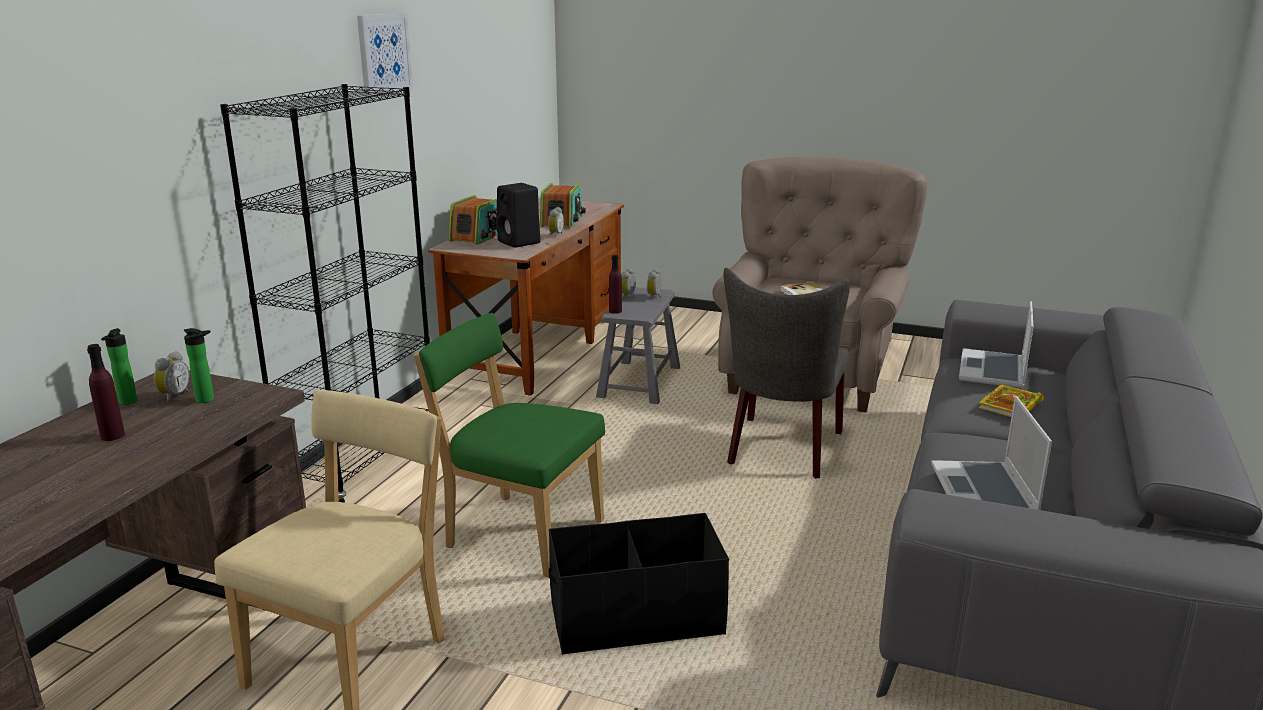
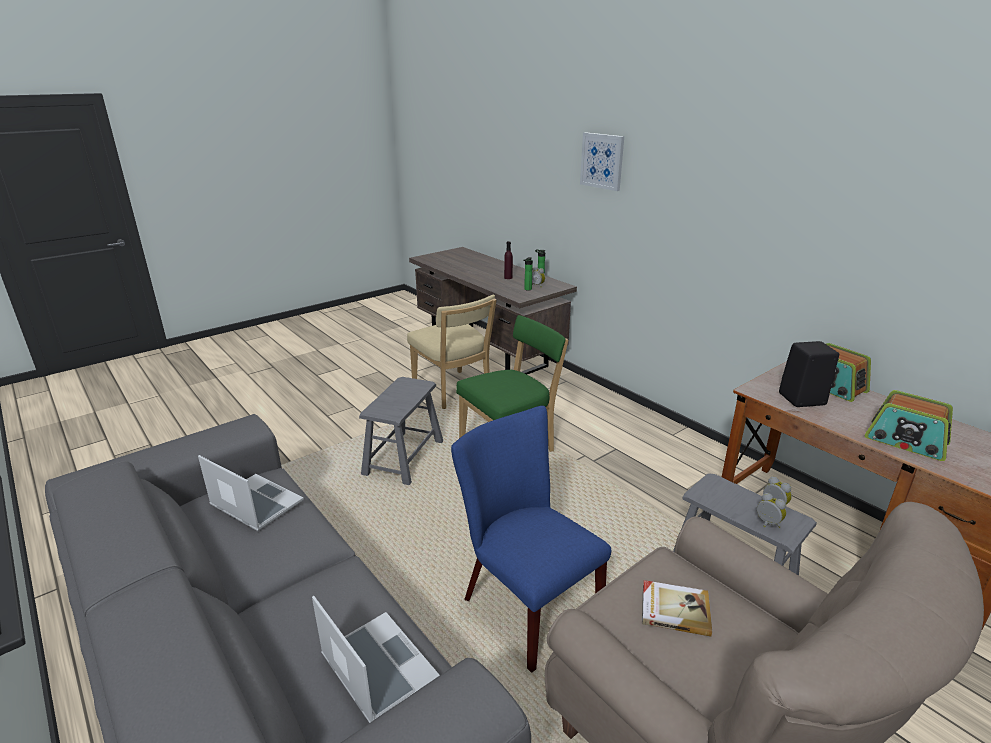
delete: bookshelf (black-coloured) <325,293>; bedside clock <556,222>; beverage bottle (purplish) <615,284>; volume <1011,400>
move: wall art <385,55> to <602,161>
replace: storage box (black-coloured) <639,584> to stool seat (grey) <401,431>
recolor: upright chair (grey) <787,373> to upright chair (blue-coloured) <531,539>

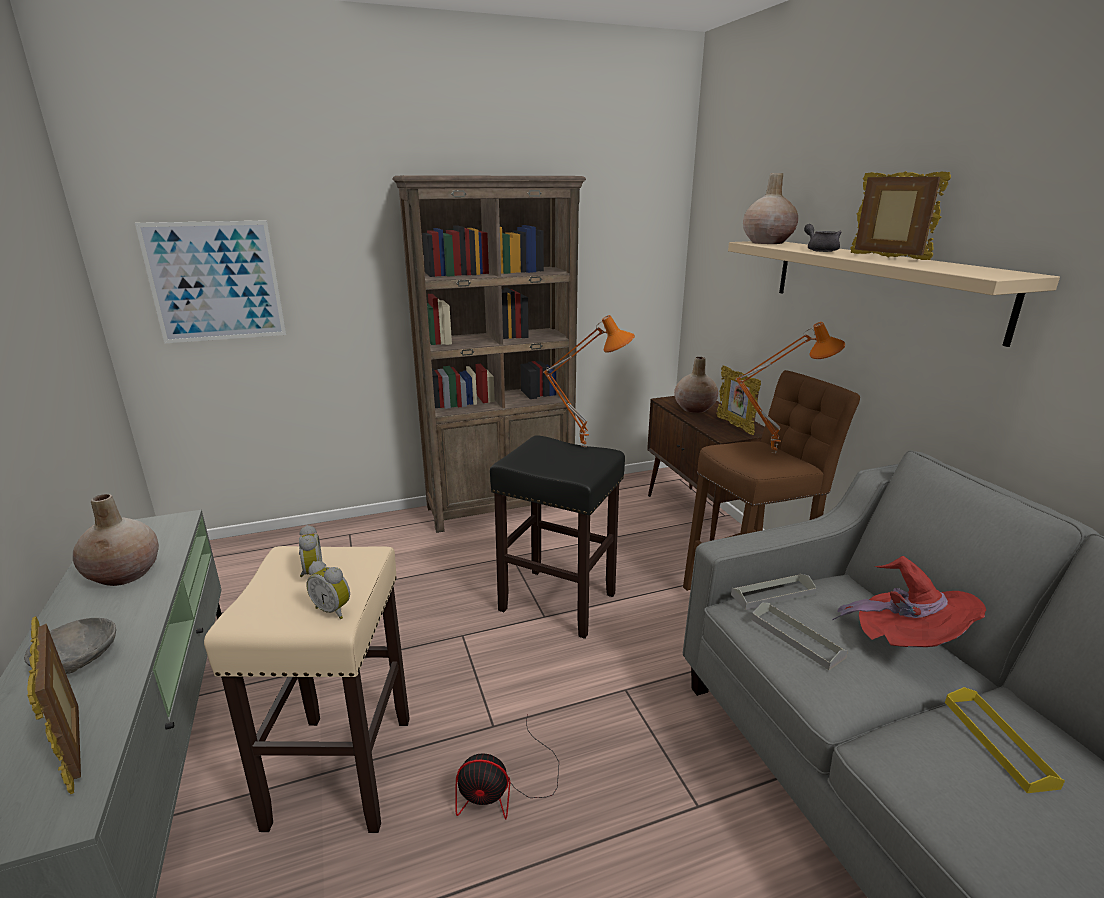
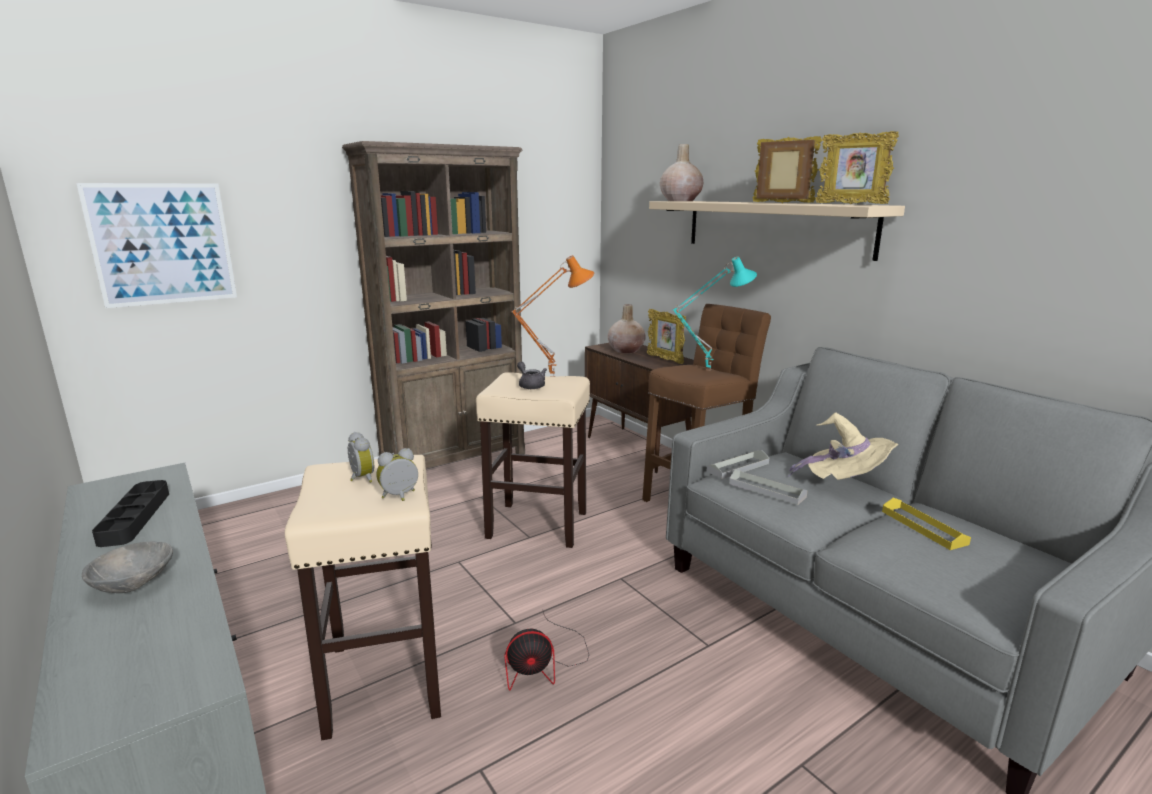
move: photo frame <54,705> to <857,167>; pot for tea (grey) <823,238> to <532,375>
replace: decorative vase (beige) <116,540> to tray (black-coloured) <130,513>
recolor: stool seat (black-coloured) <557,537> to stool seat (beige) <533,460>; tabletop lamp (orangey) <790,388> to tabletop lamp (turquoise-coloured) <715,313>; hat (reddish) <909,601> to hat (beige) <843,446>
rotate: bedside clock <328,590> = <397,474> 135 degrees clockwise

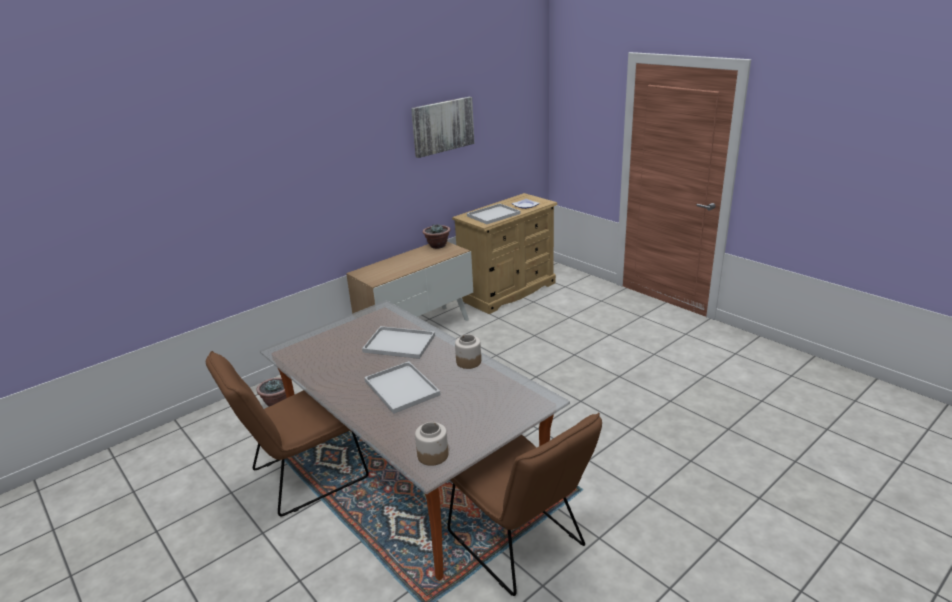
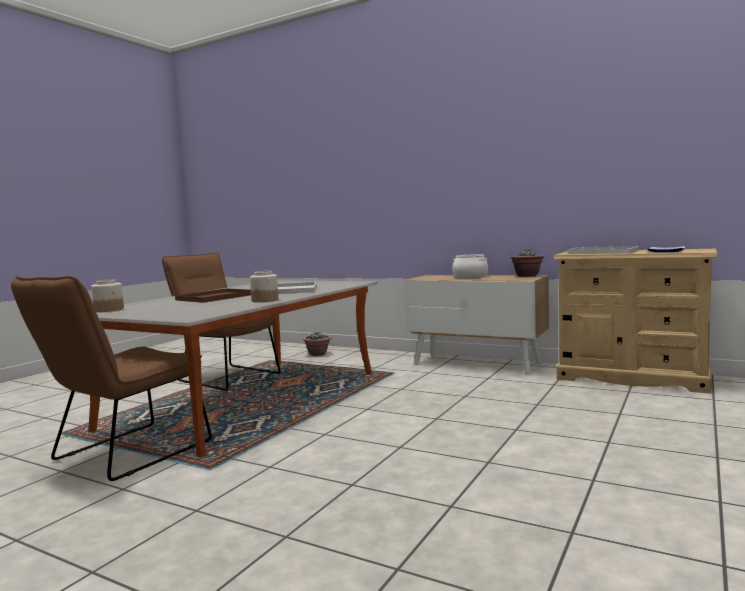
delete: wall art <442,127>
insert: cooking pot <470,266>
recolor: tray (whitish) <402,387> to tray (brown) <213,295>

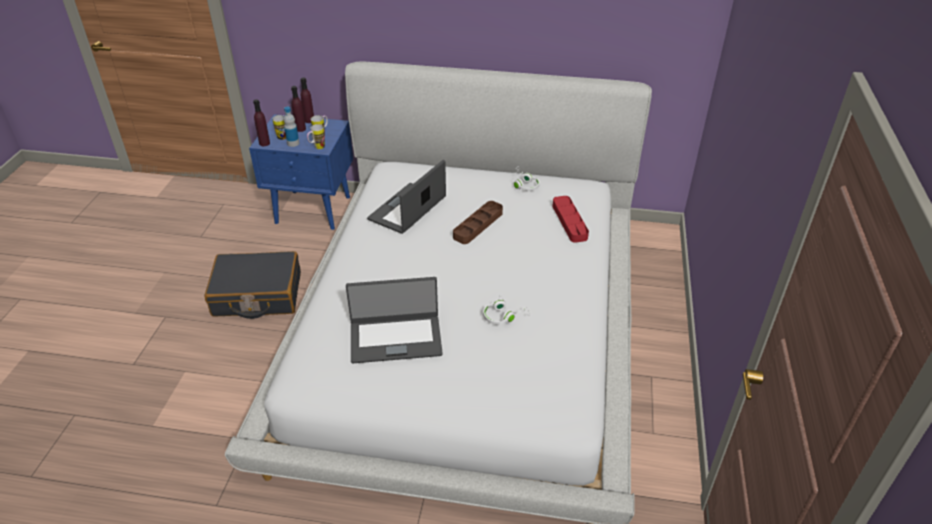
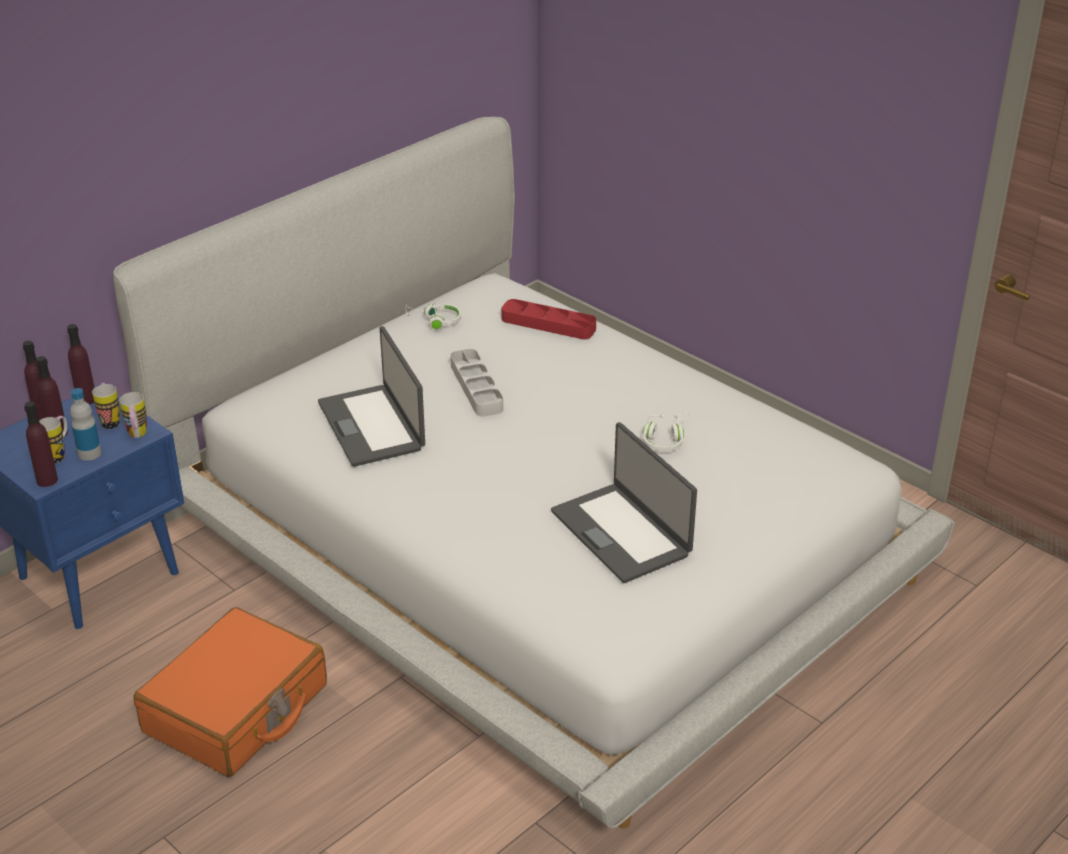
insert: beverage bottle (purplish) <81,364>
recolor: suitcase (black-coloured) <253,285> to suitcase (orangey) <230,692>; tray (brown) <478,222> to tray (grey) <476,383>
rotate: laptop <394,320> = <624,502> 120 degrees clockwise

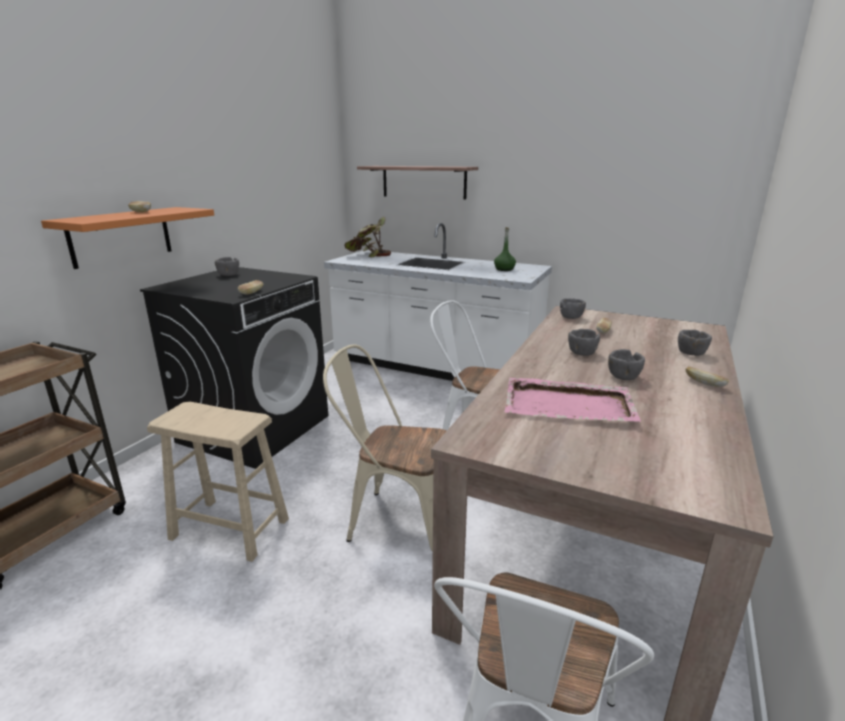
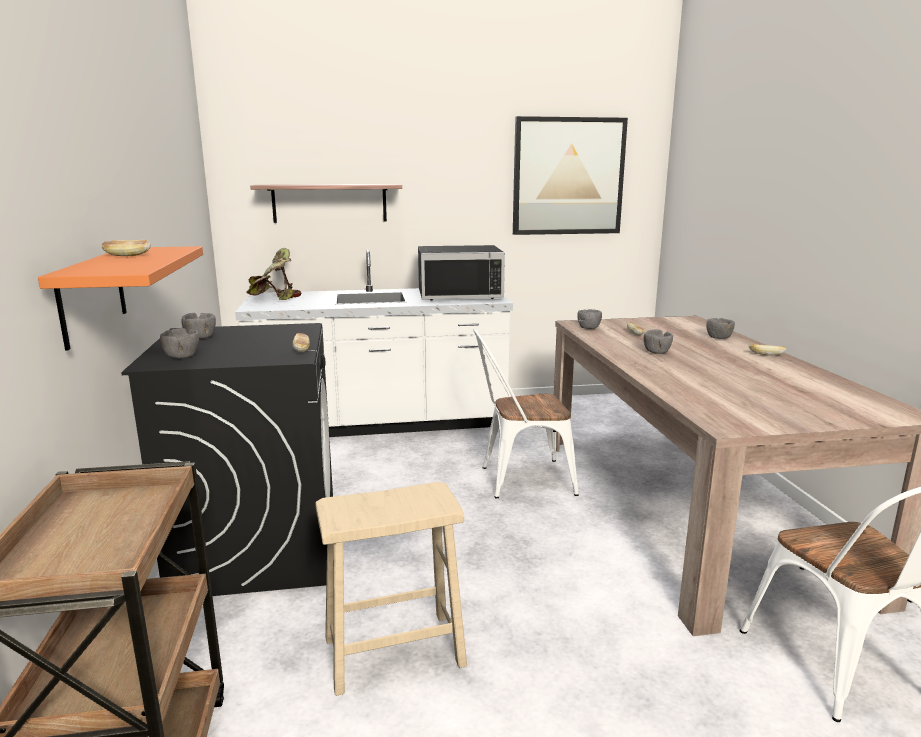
delete: upright chair (beige) <384,448>; tray (pink-coloured) <572,400>
insert: wall art <570,175>
move: serving bowl (grey) <626,364> to <179,343>
replace: beverage bottle (green-coloured) <505,249> to microwave (black-coloured) <461,273>

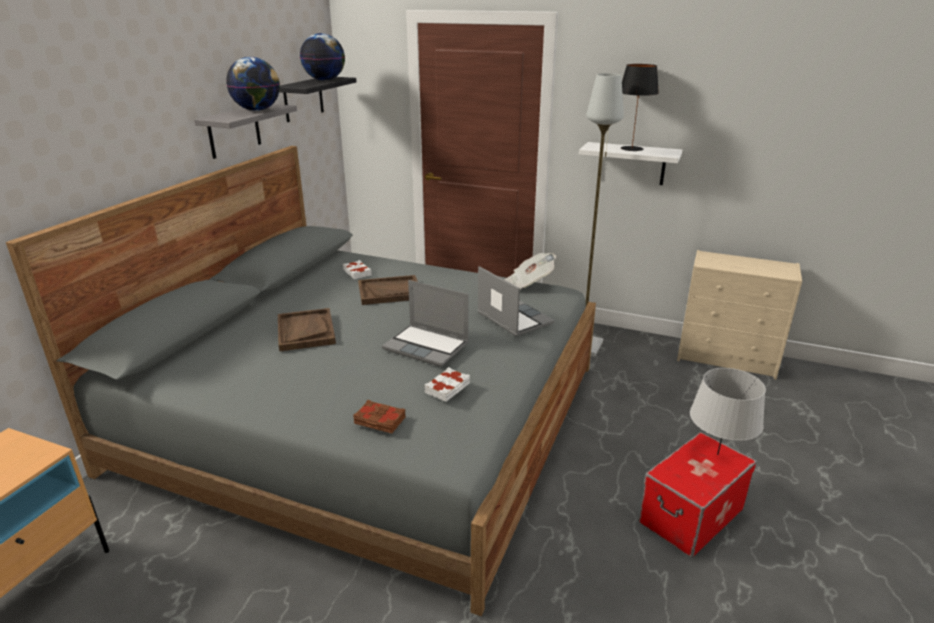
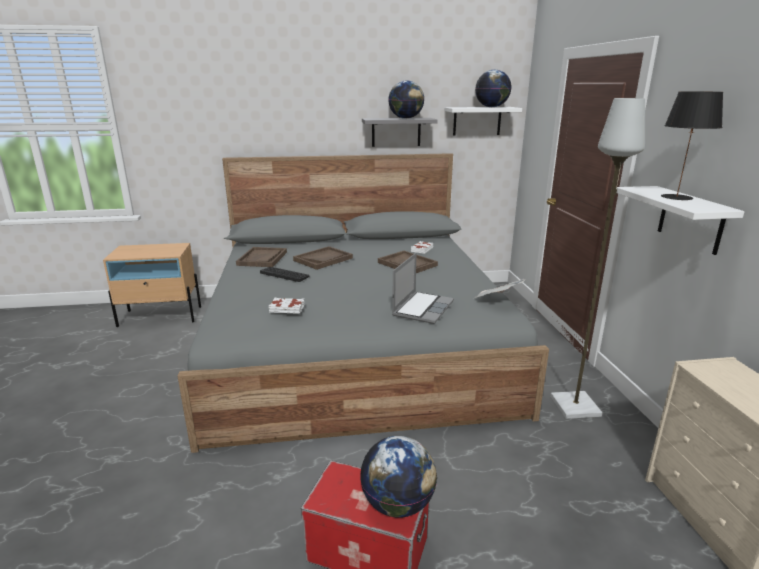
delete: volume (brown) <379,416>; laptop <425,323>
insert: tray (brown) <261,257>; computer keyboard <285,274>
replace: tabletop lamp (grey) <728,411> to world globe <398,477>
recolor: wall shelf (black-coloured) <317,99> to wall shelf (whitish) <483,121>

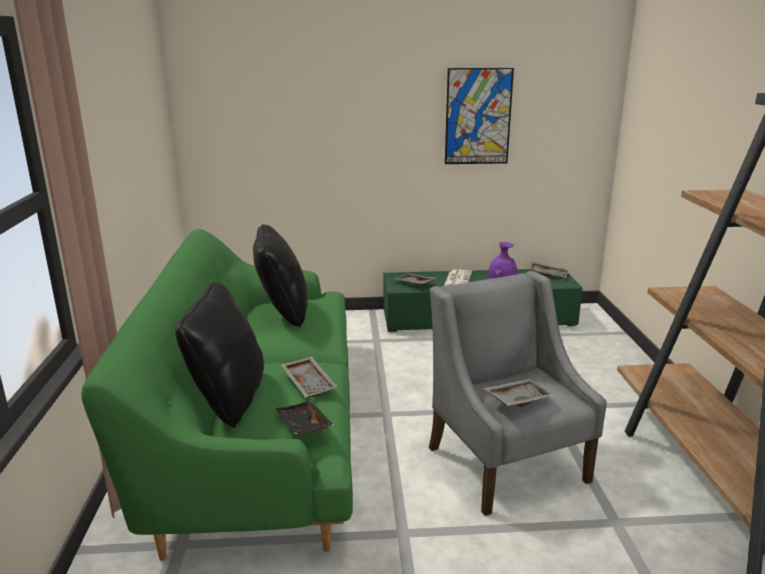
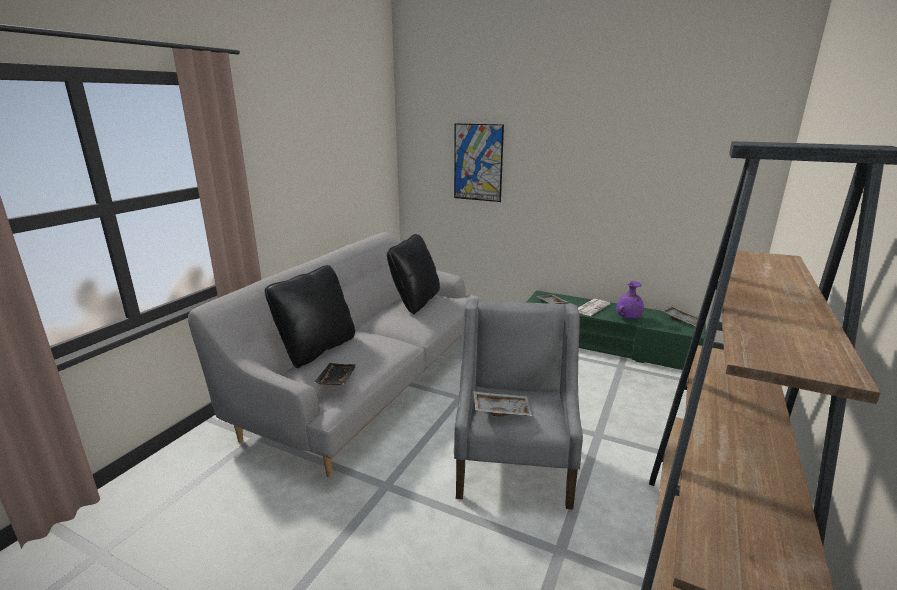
delete: tray (grey) <309,377>
move: wall art <479,116> to <479,162>
recolor: sofa (green-coloured) <217,395> to sofa (grey) <335,354>

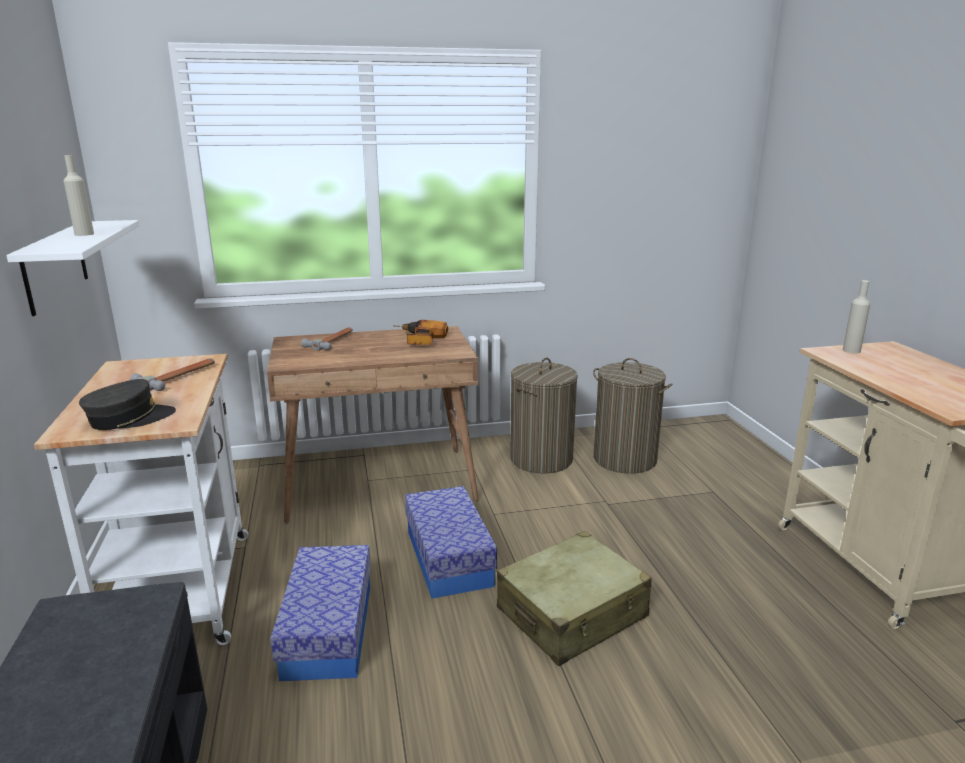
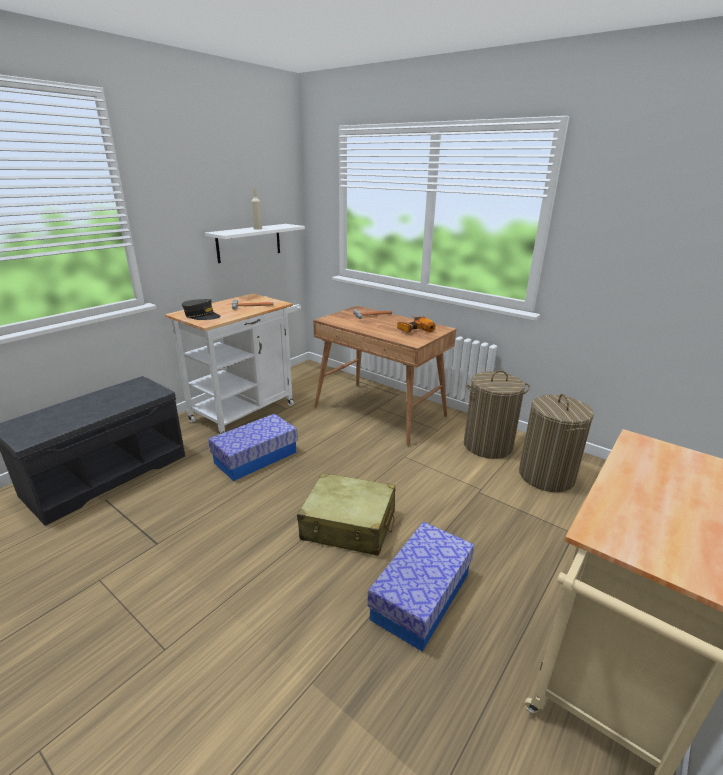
delete: beverage bottle (beige) <856,316>
move: storage box <451,542> to <420,587>

